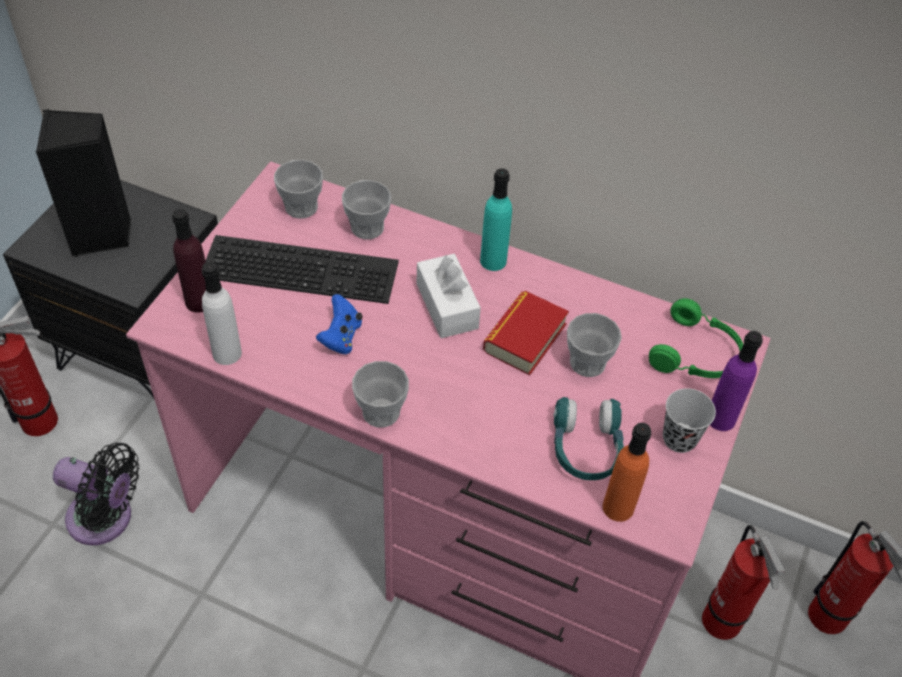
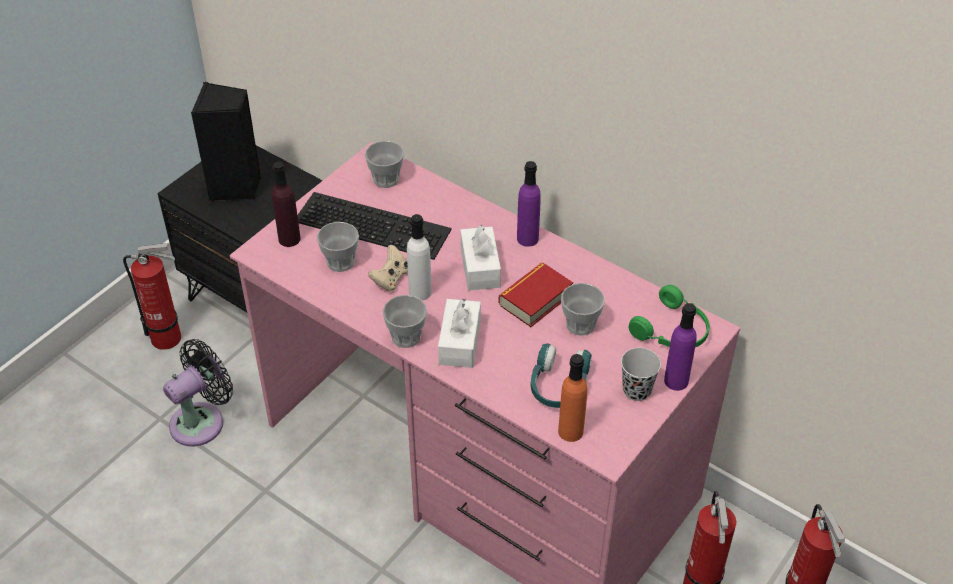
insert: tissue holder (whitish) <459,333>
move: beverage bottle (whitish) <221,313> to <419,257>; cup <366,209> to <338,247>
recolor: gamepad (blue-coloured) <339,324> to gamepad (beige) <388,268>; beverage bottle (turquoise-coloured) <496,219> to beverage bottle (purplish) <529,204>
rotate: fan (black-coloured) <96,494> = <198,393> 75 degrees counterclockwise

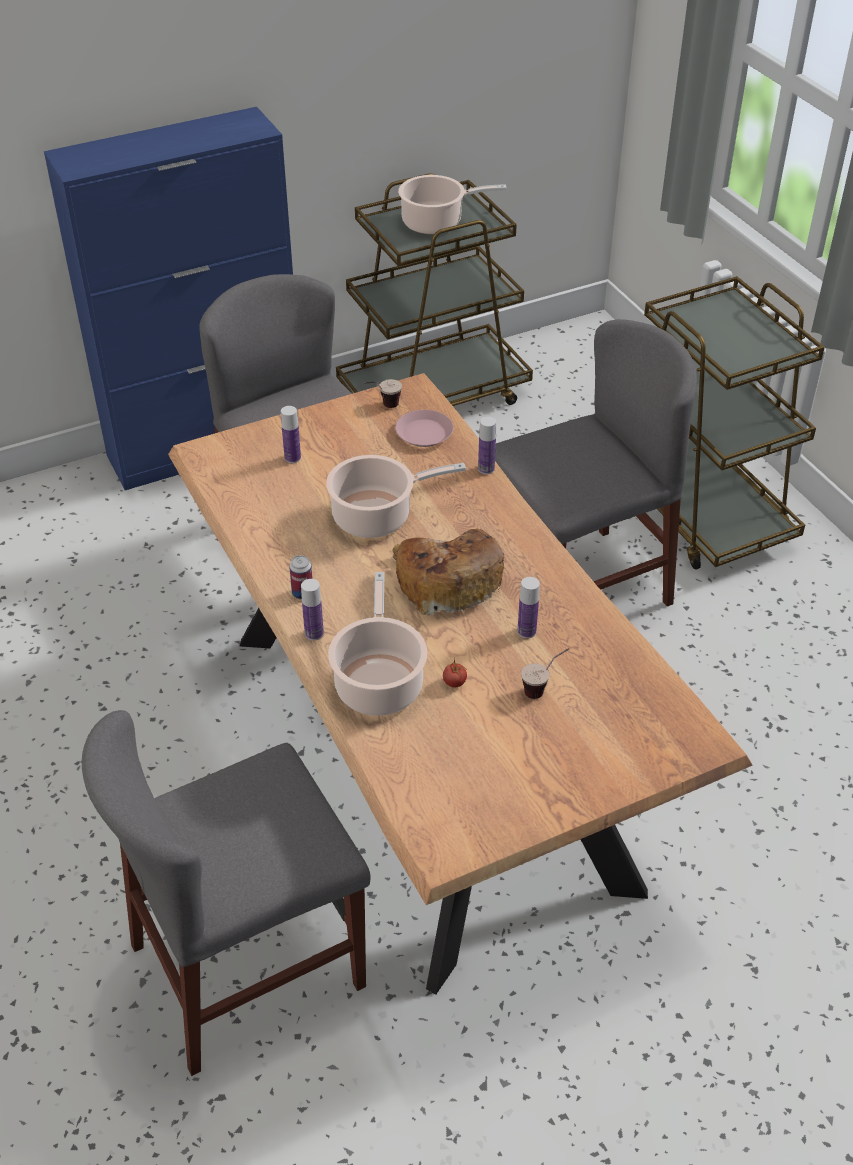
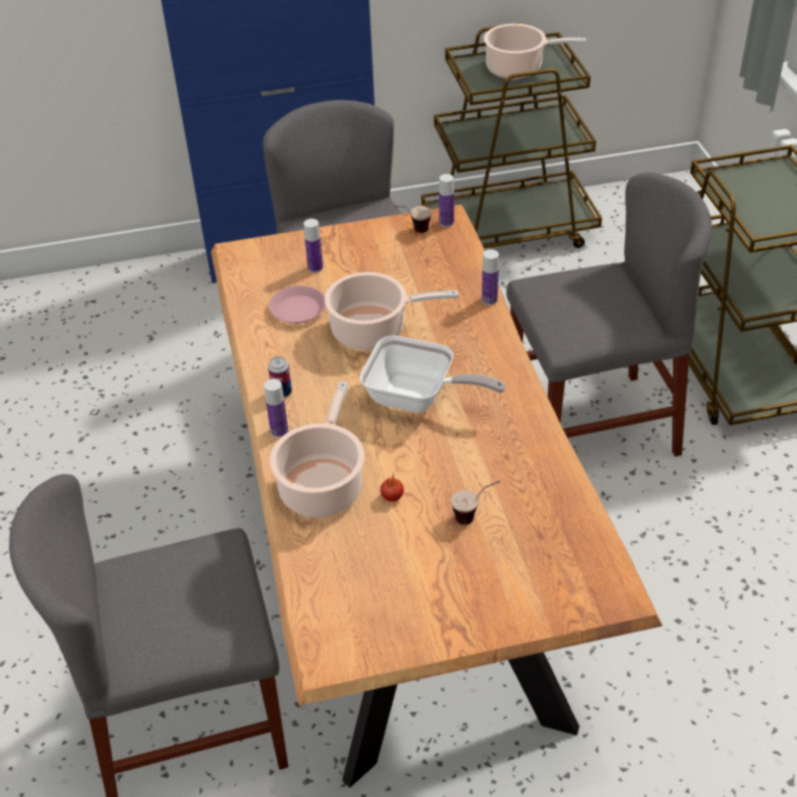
move: flat dish (pink-coloured) <424,428> to <297,305>; beverage bottle <529,607> to <446,200>
replace: bakery bread <448,572> to pan <433,374>

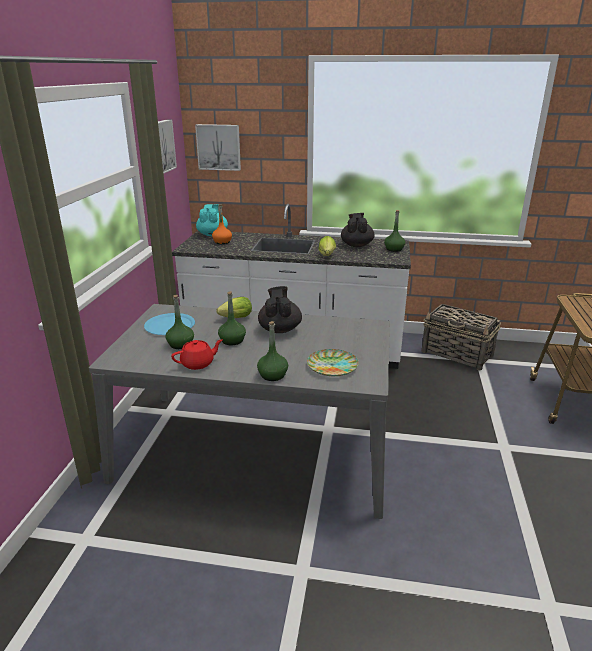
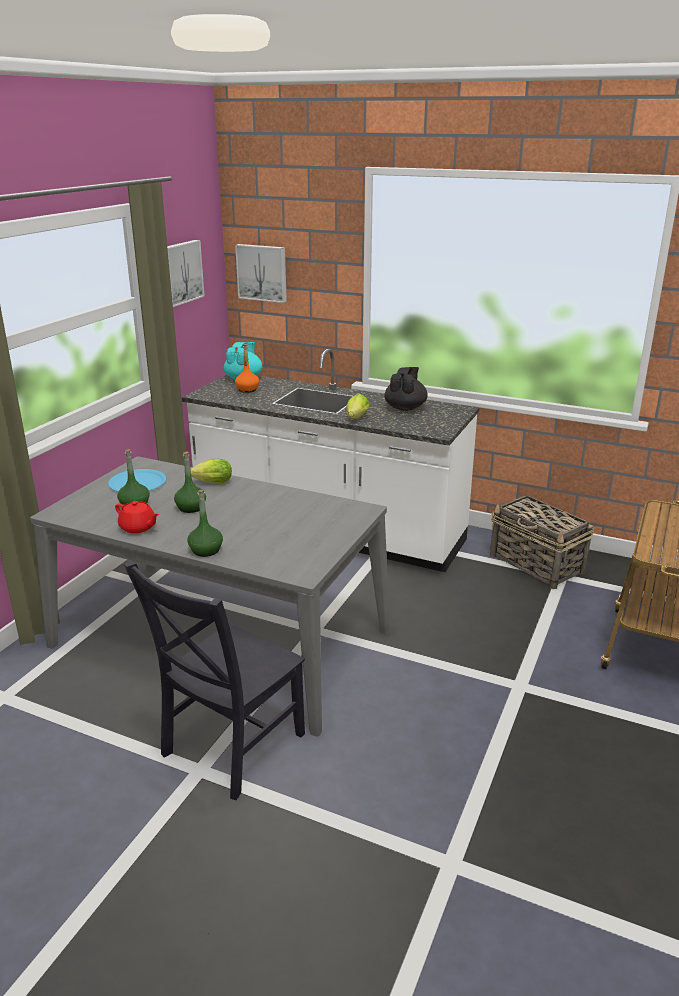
delete: pot for tea (black-coloured) <280,309>; flat dish <333,362>; beverage bottle (green-coloured) <394,231>
insert: upright chair (black-coloured) <214,680>
rotate: pot for tea (reddish) <197,354> = <137,517> 45 degrees clockwise

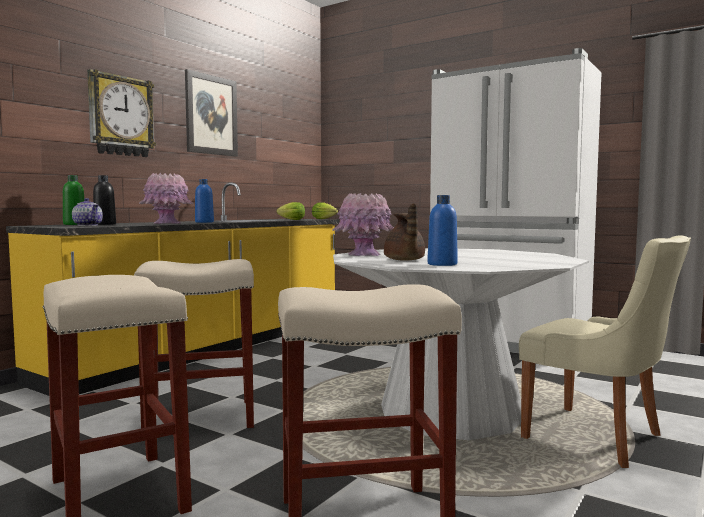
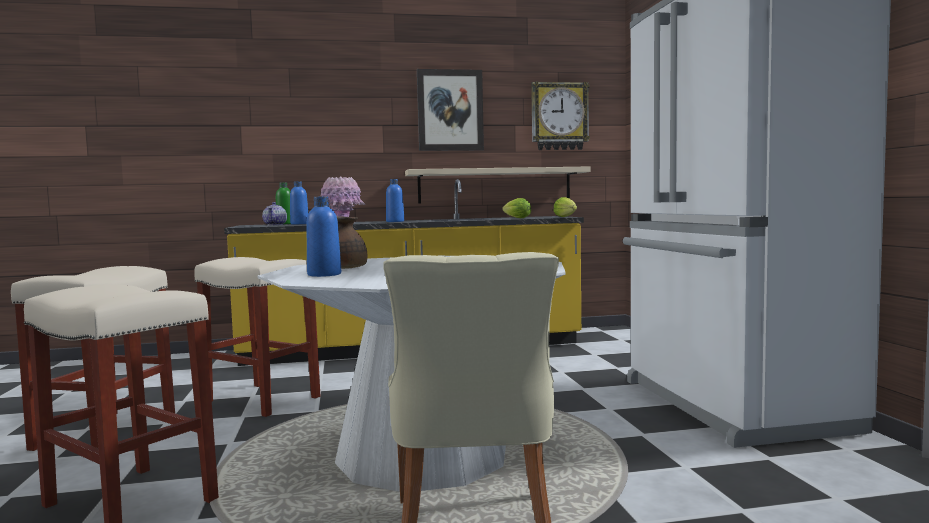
delete: decorative vase (pink-coloured) <363,224>
insert: wall shelf (beige) <497,184>
move: hanging clock <121,113> to <560,115>
recolor: beverage bottle (black-coloured) <104,200> to beverage bottle (blue-coloured) <299,202>

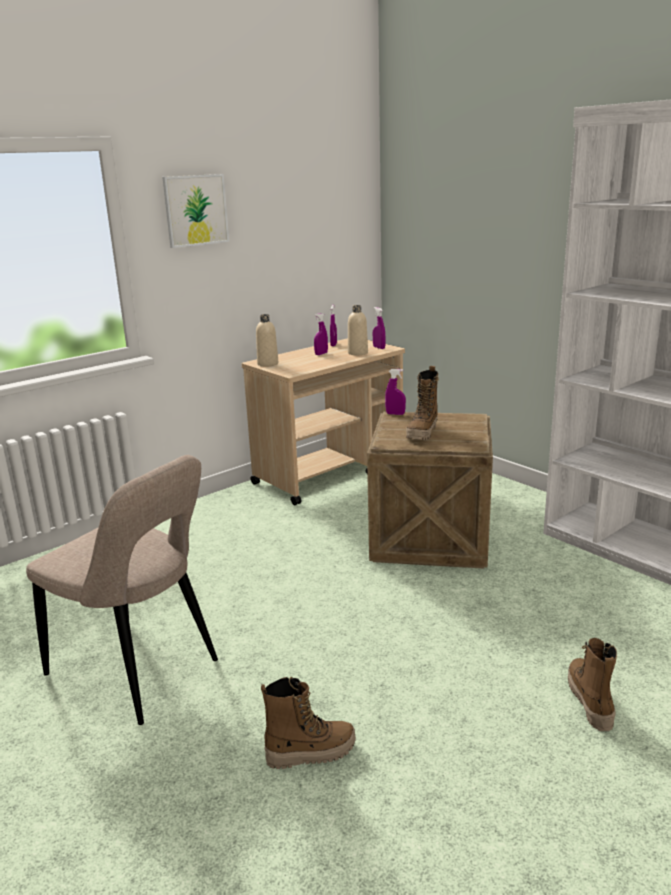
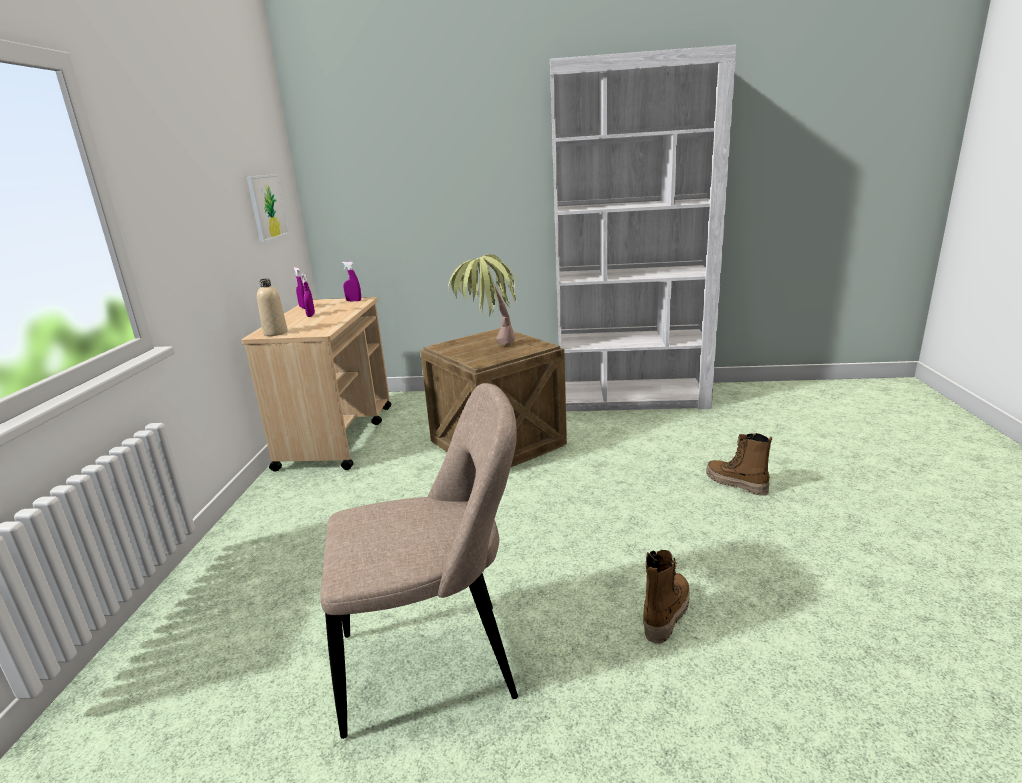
delete: beverage bottle (beige) <358,330>; hand sprayer (purplish) <395,392>
move: wall art <195,211> to <268,208>
replace: boot <422,403> to plant in a pot <483,299>

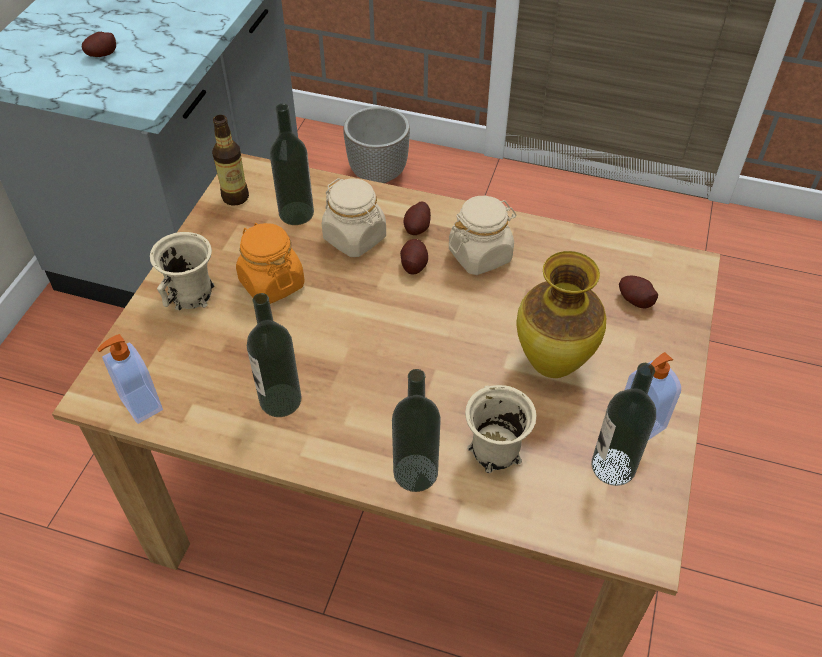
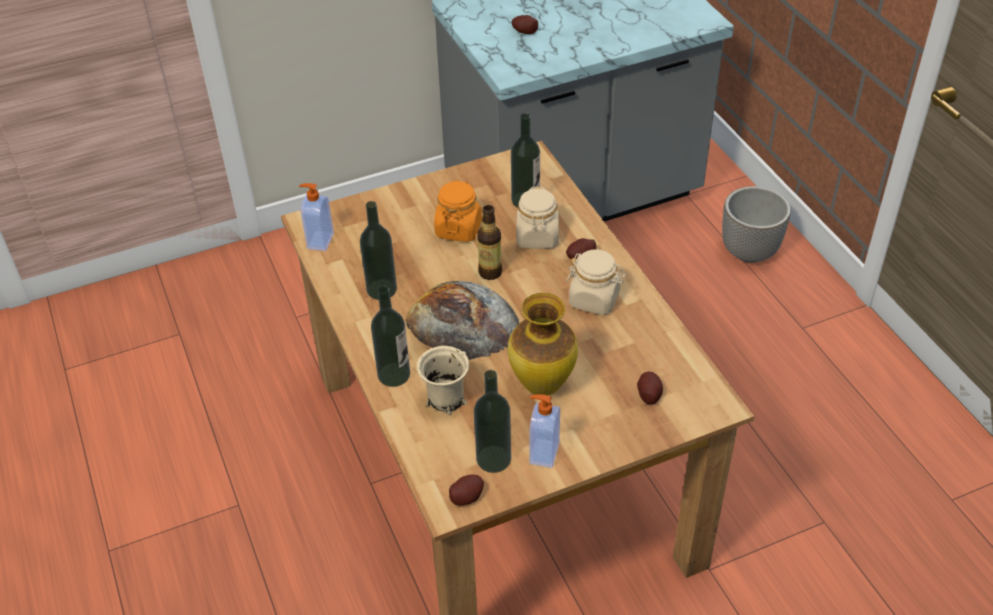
delete: coffee mug (beige) <182,271>
insert: bakery bread <462,320>
move: beverage bottle <230,160> to <489,242>; potato <414,257> to <466,490>

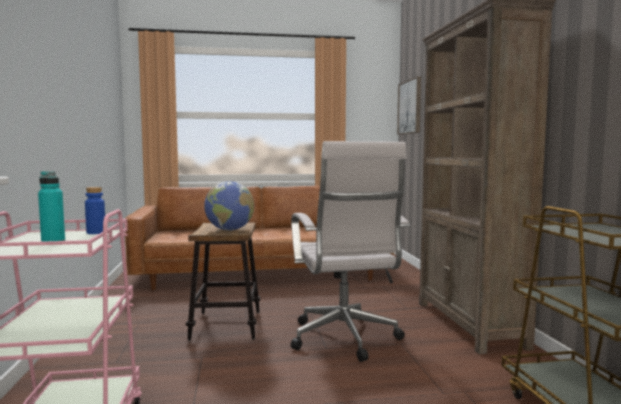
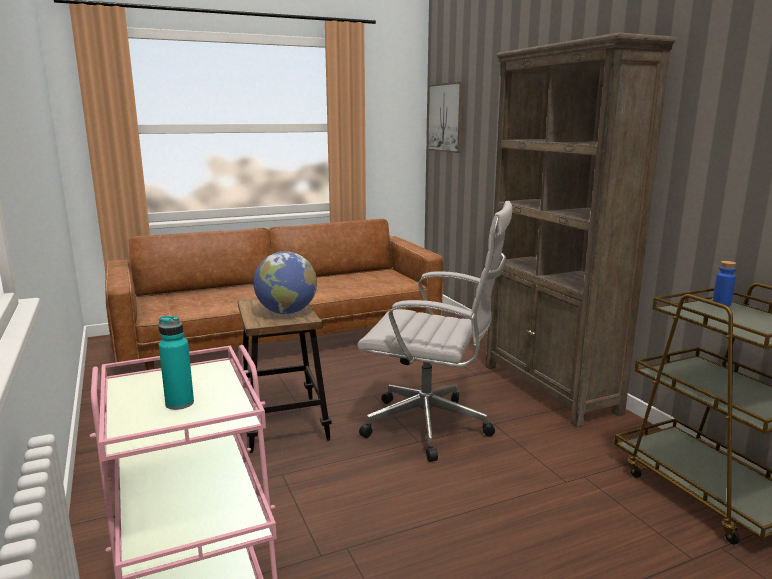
move: beverage bottle (blue-coloured) <95,210> to <724,283>
rotate: computer chair (whitish) <350,251> = <434,331> 45 degrees counterclockwise

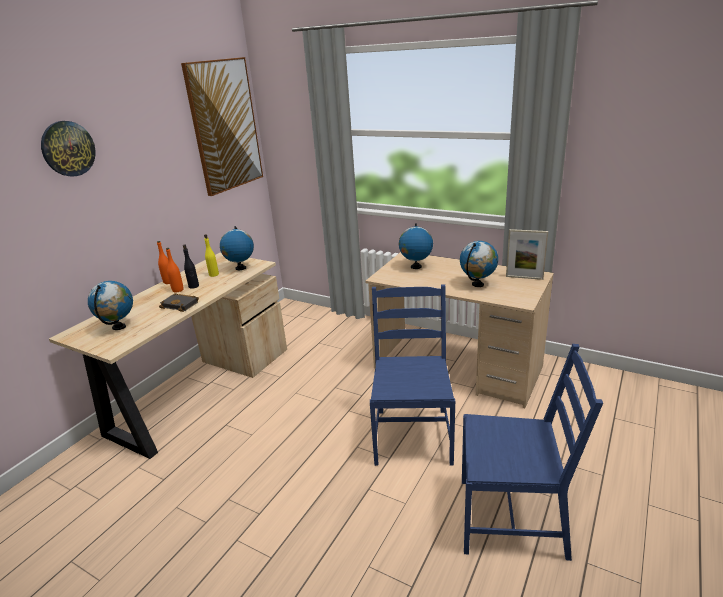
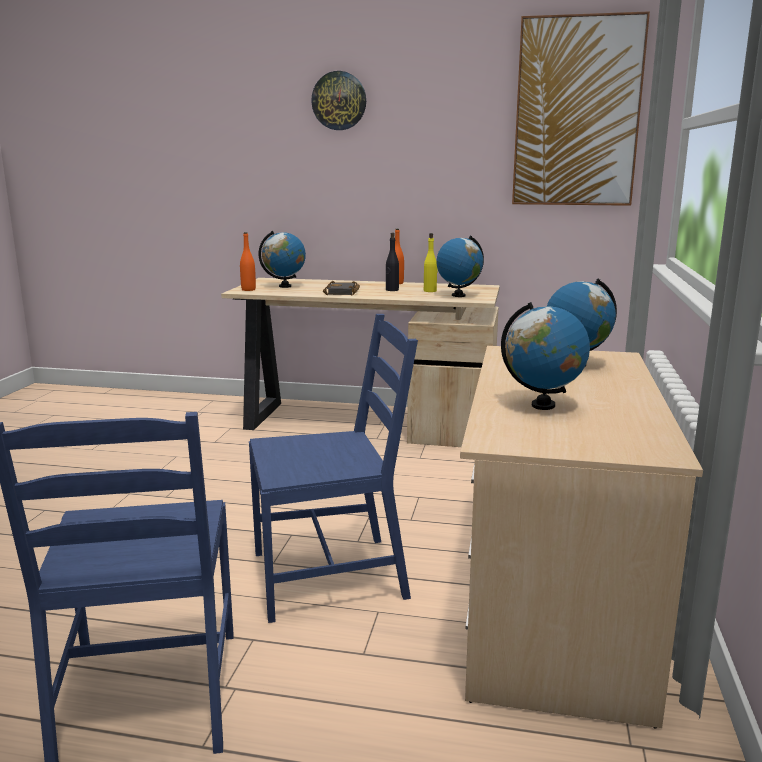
delete: photo frame <527,254>
move: beverage bottle (orangey) <174,270> to <248,261>

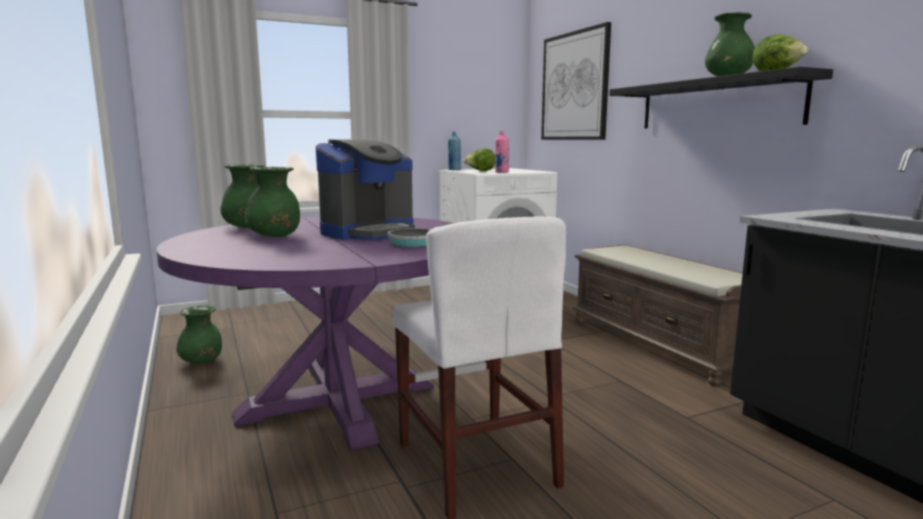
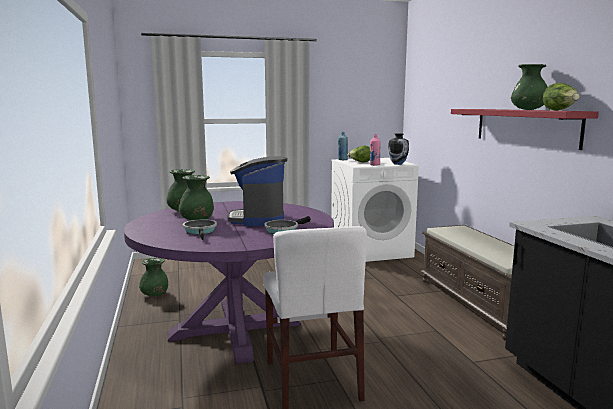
delete: wall art <576,81>
insert: pan <200,229>; decorative vase <398,149>
recolor: wall shelf (black-coloured) <721,98> to wall shelf (reddish) <525,129>
rotate: coffee brewer <365,190> = <257,191> 120 degrees clockwise

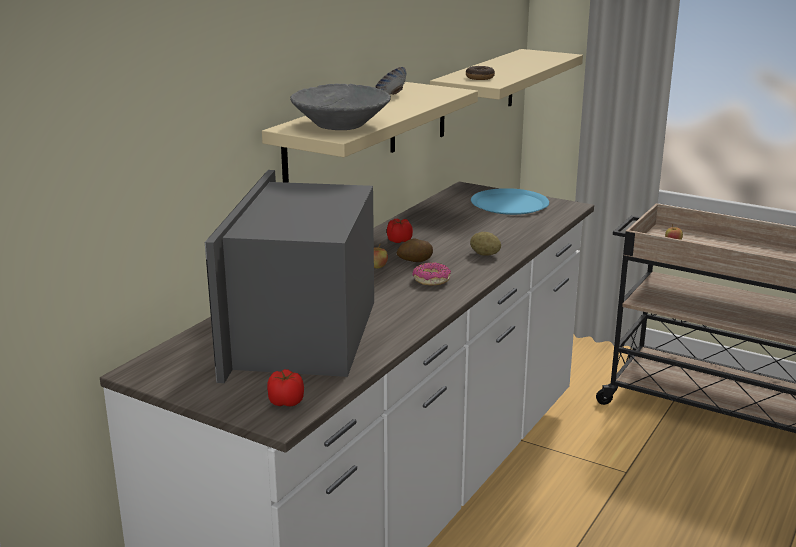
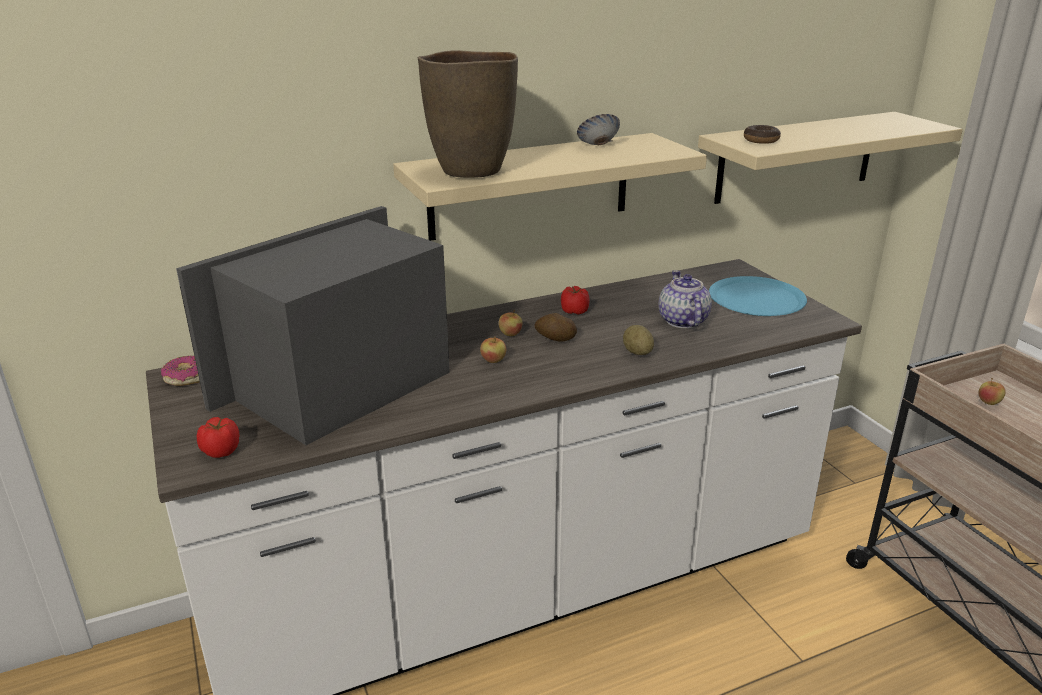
insert: whole apple <493,350>; pot for tea <685,299>
move: doughnut <432,273> to <180,371>
replace: serving bowl (grey) <340,107> to decorative vase (brown) <468,114>

